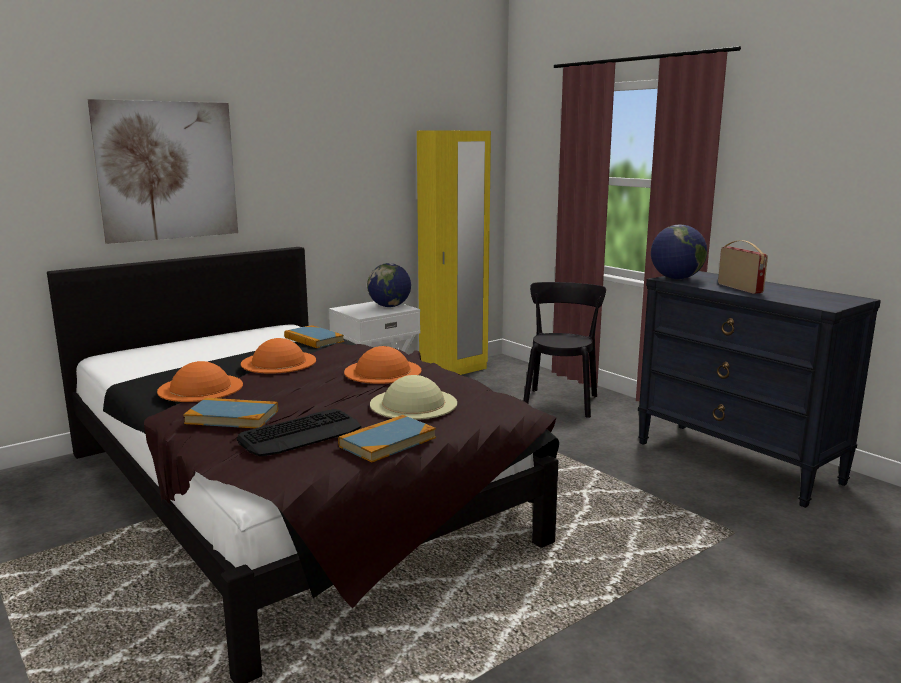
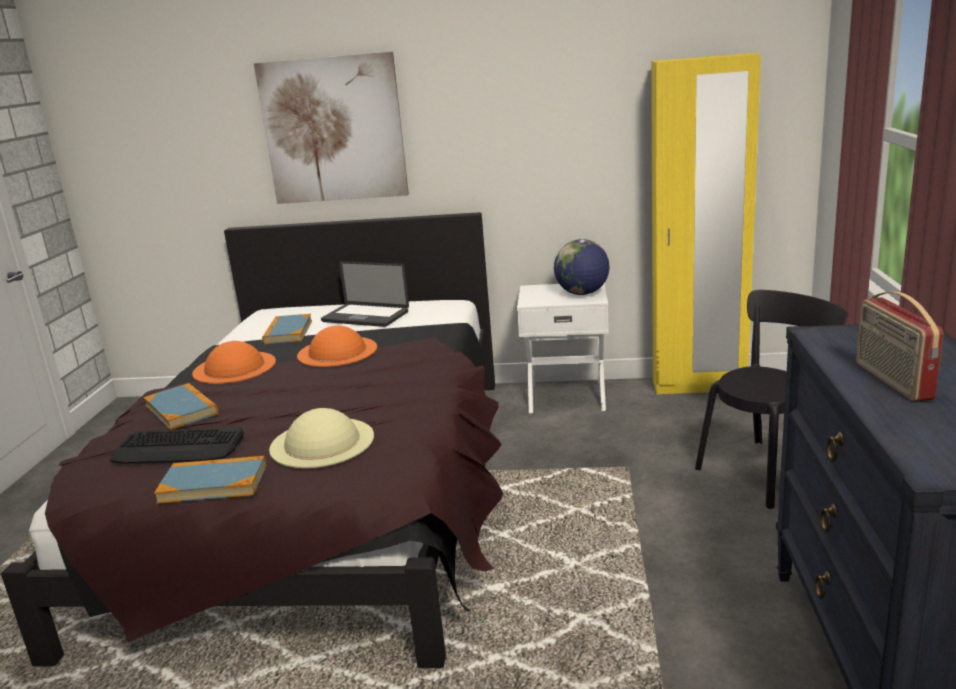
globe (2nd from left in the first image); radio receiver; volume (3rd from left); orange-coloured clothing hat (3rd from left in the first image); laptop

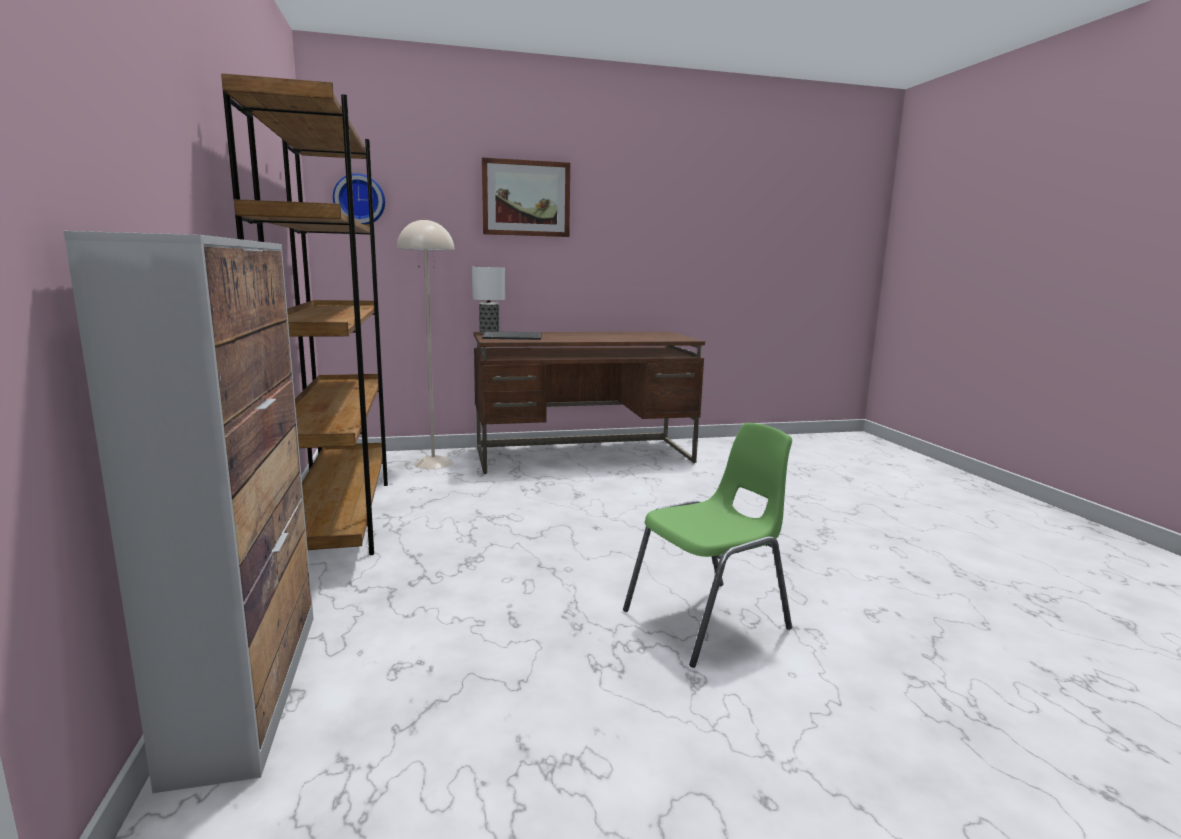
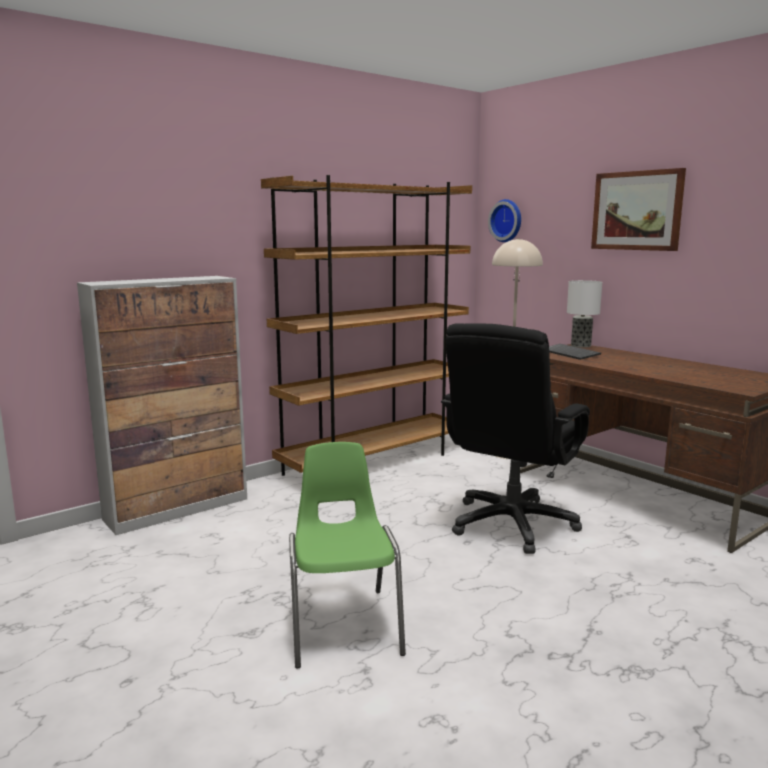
greenish chair; black desk chair

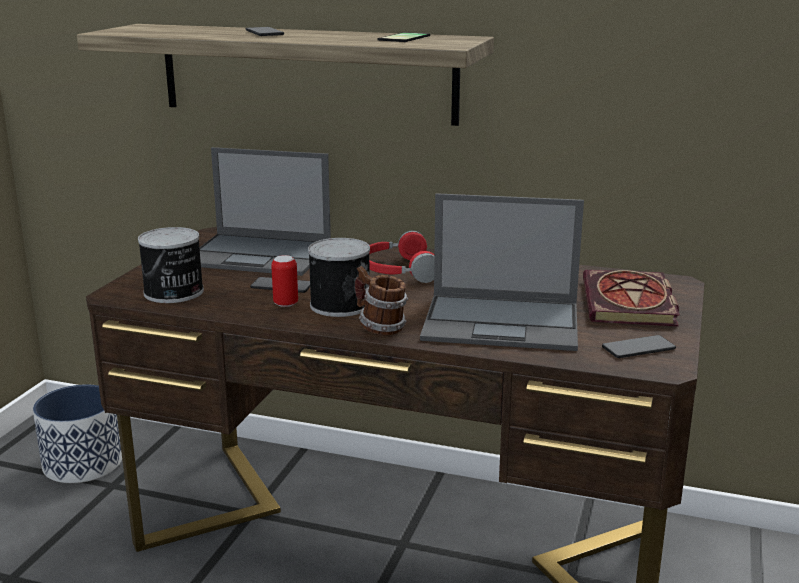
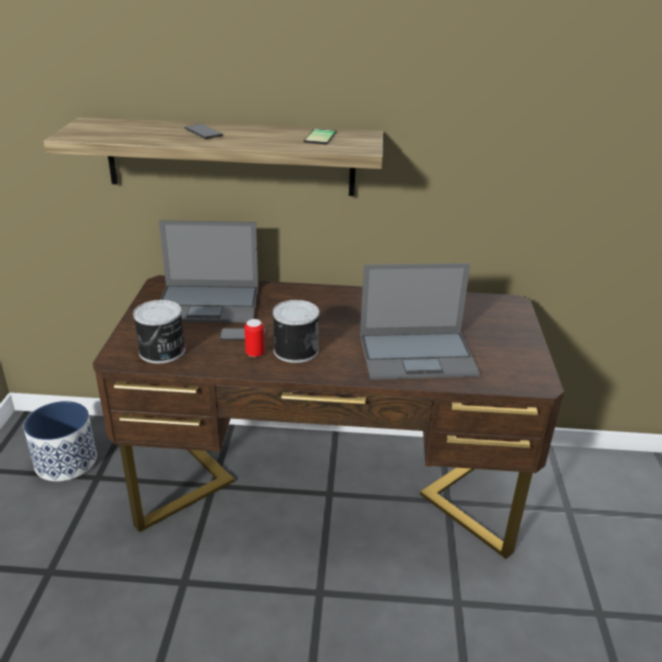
red headset; coffee mug; volume; telephone (4th from left in the first image)

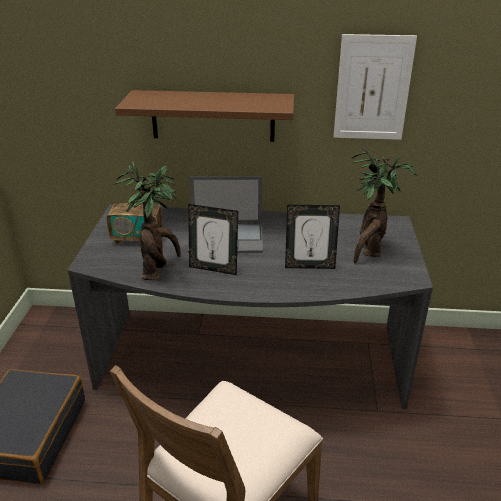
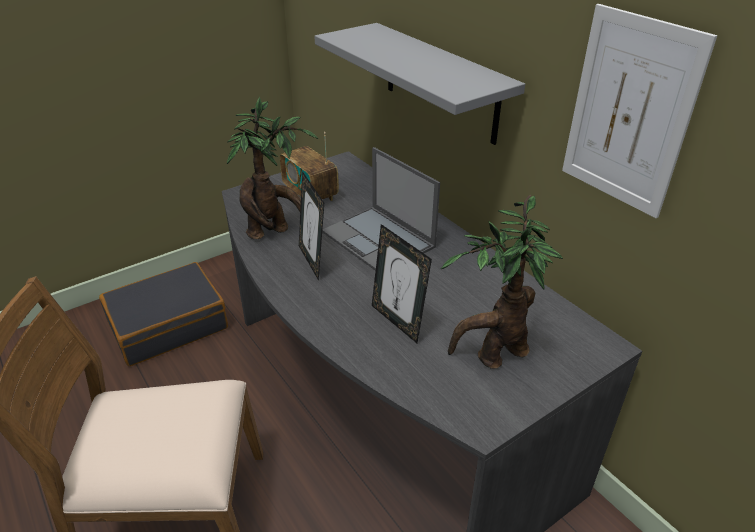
greyish wall shelf

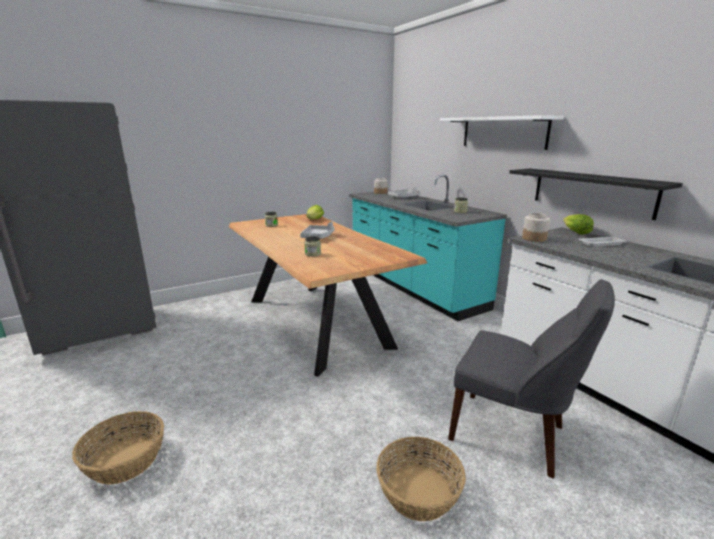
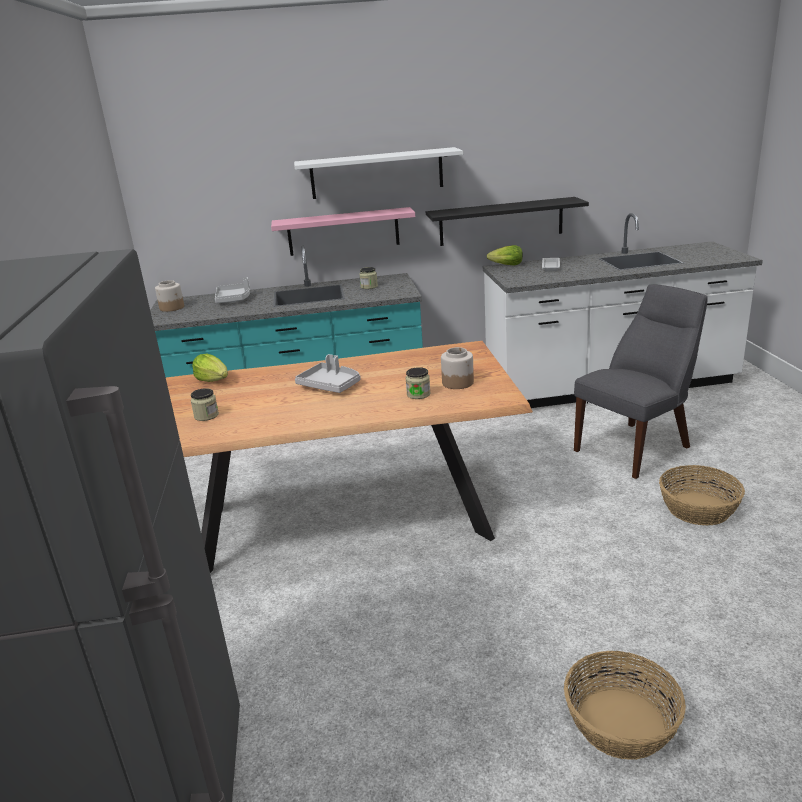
preserve jar (5th from left); pink wall shelf

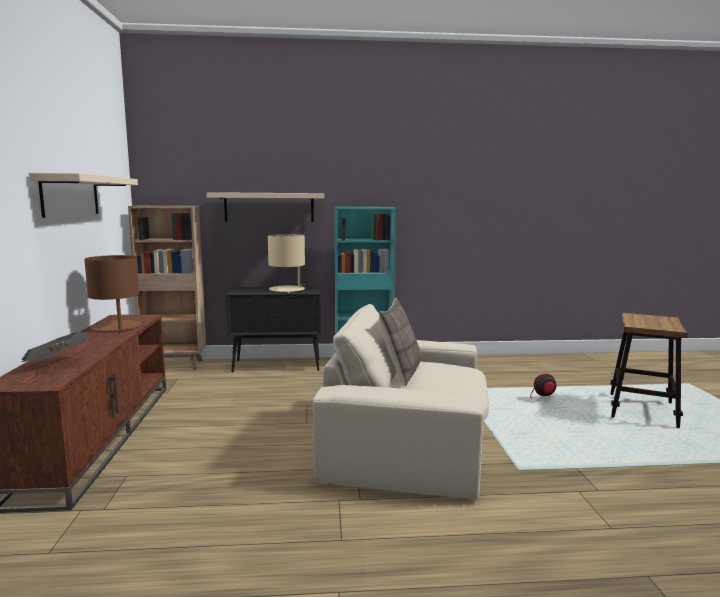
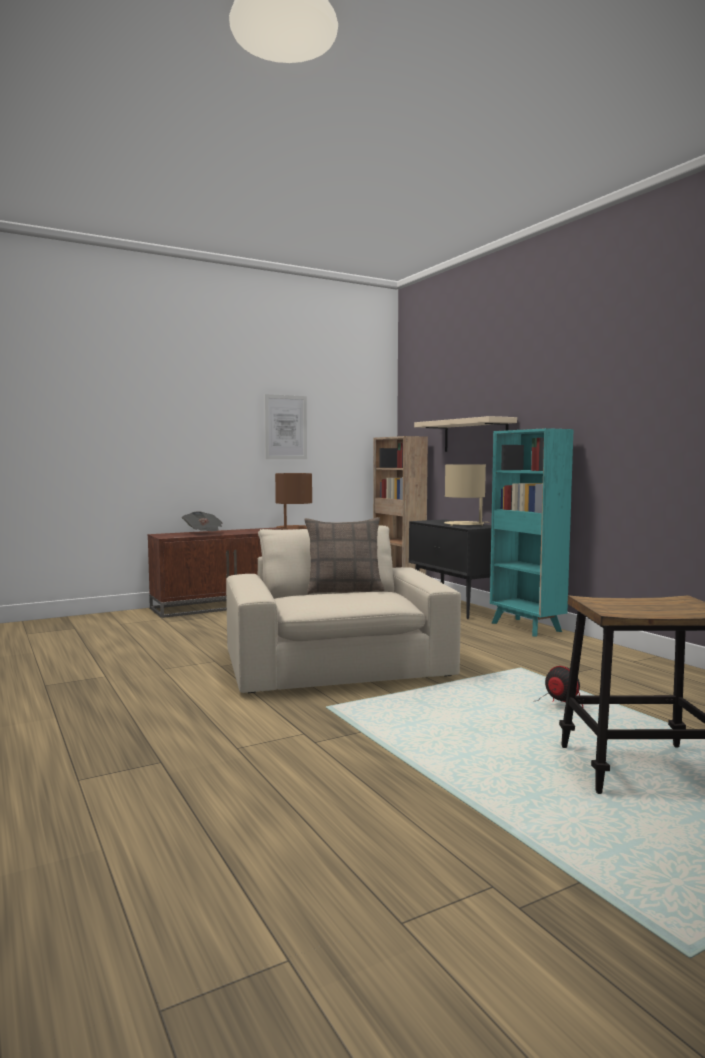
wall art

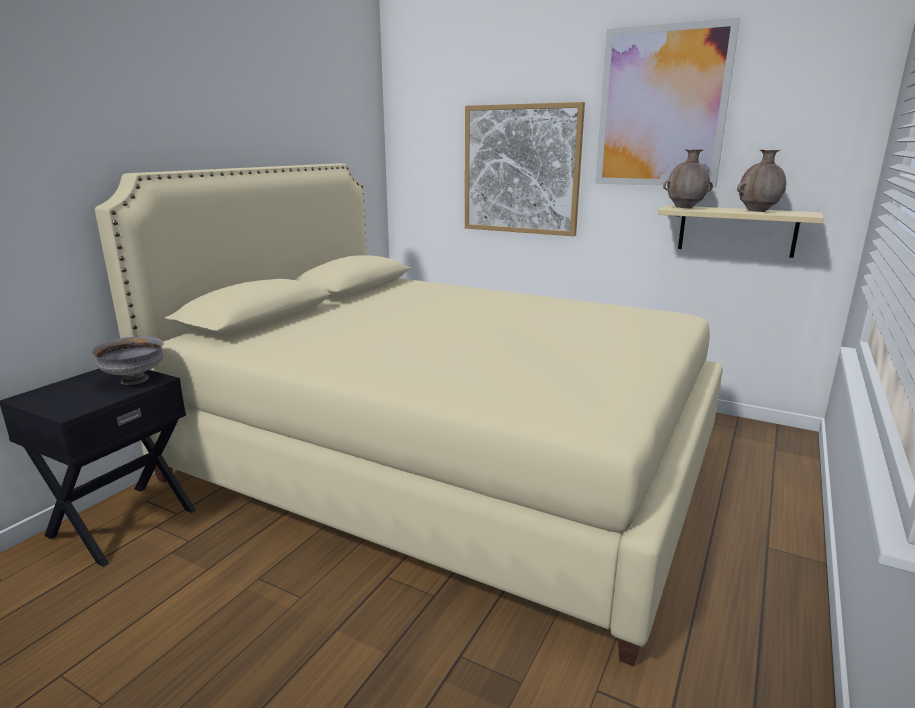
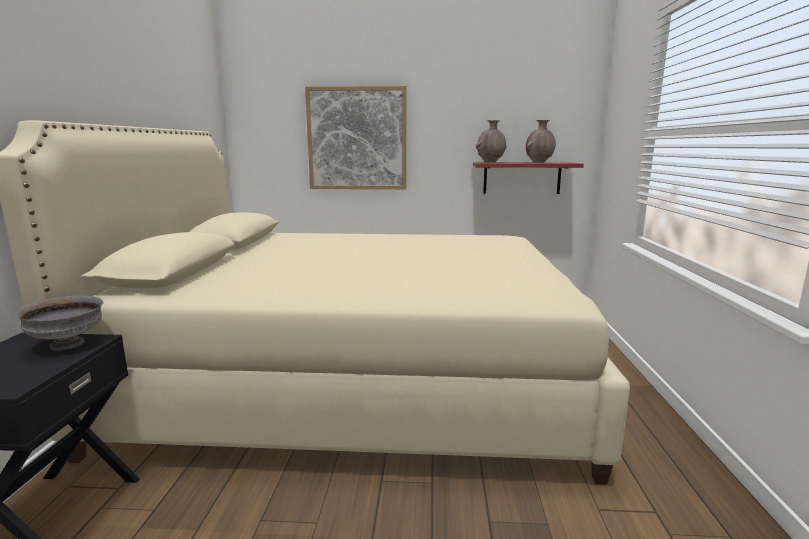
wall art (2nd from left in the first image); red wall shelf

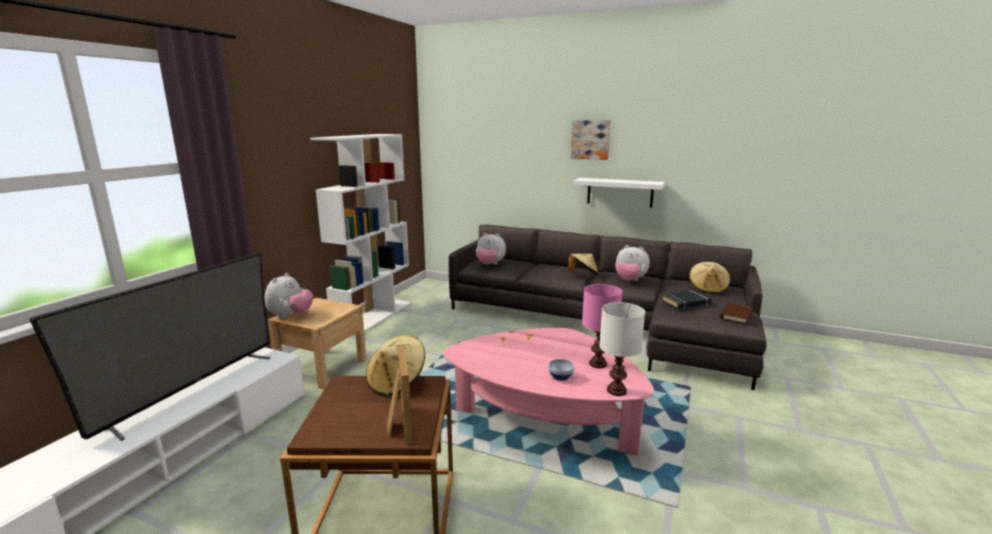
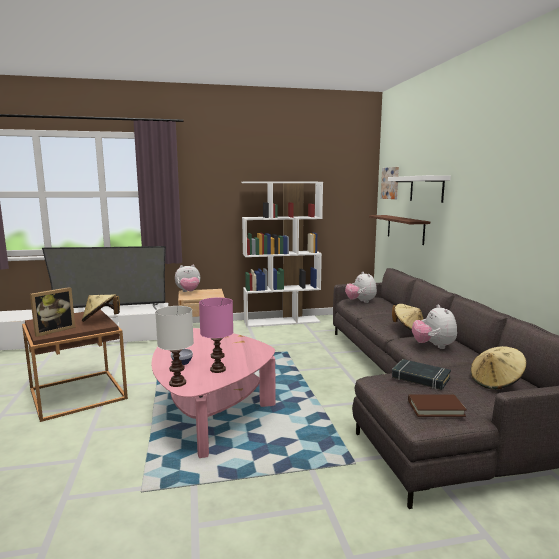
wall art; whitish wall shelf; brownish wall shelf

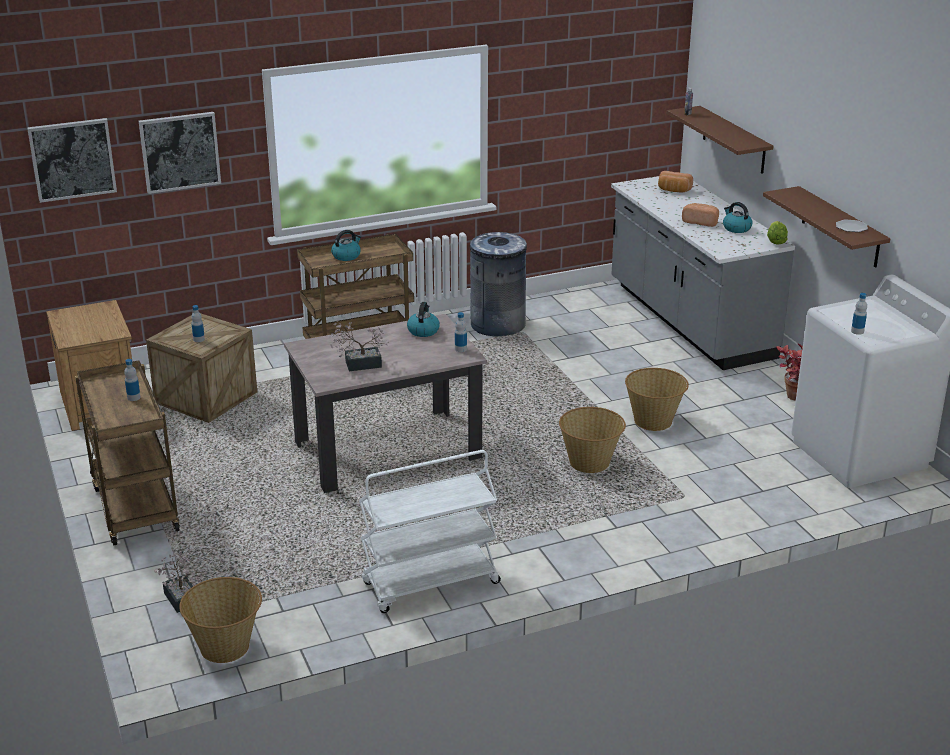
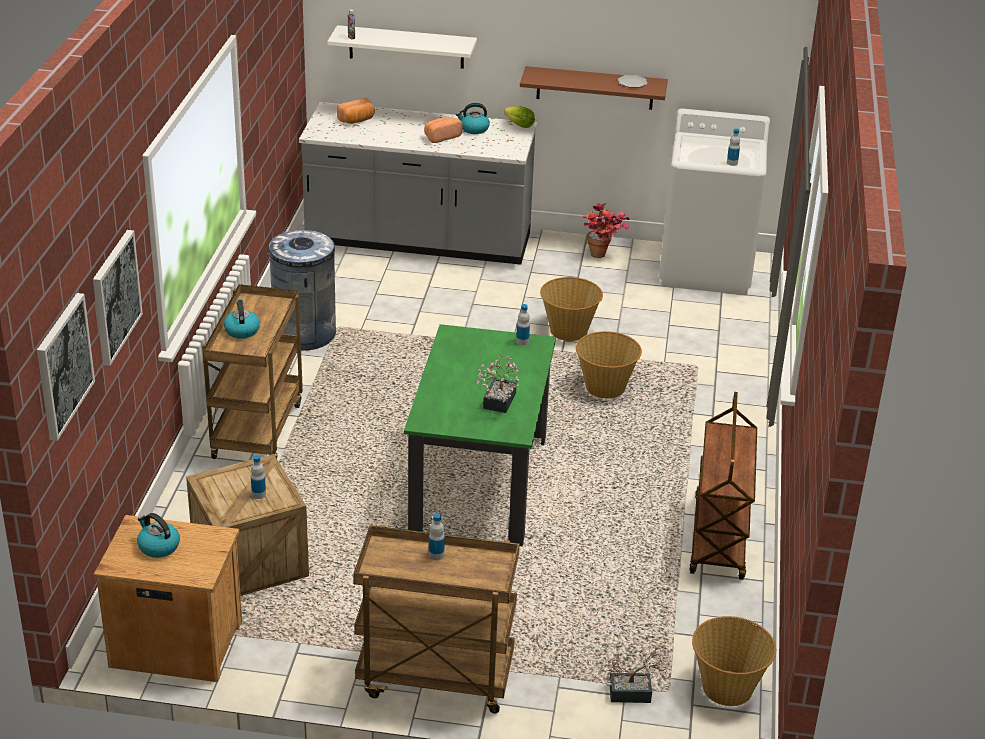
whitish wall shelf; tea kettle (1st from left); greenish kitchen table; brownish wheeled cart (3rd from left)

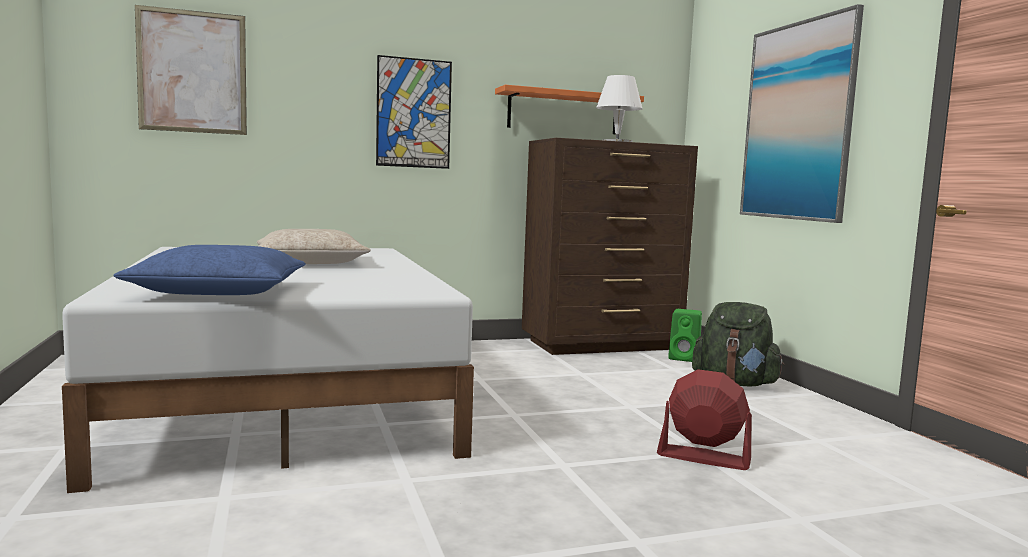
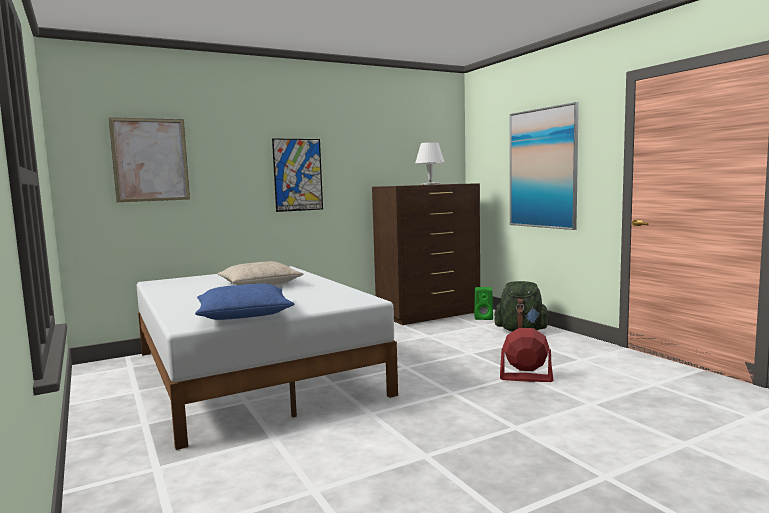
orange-coloured wall shelf

